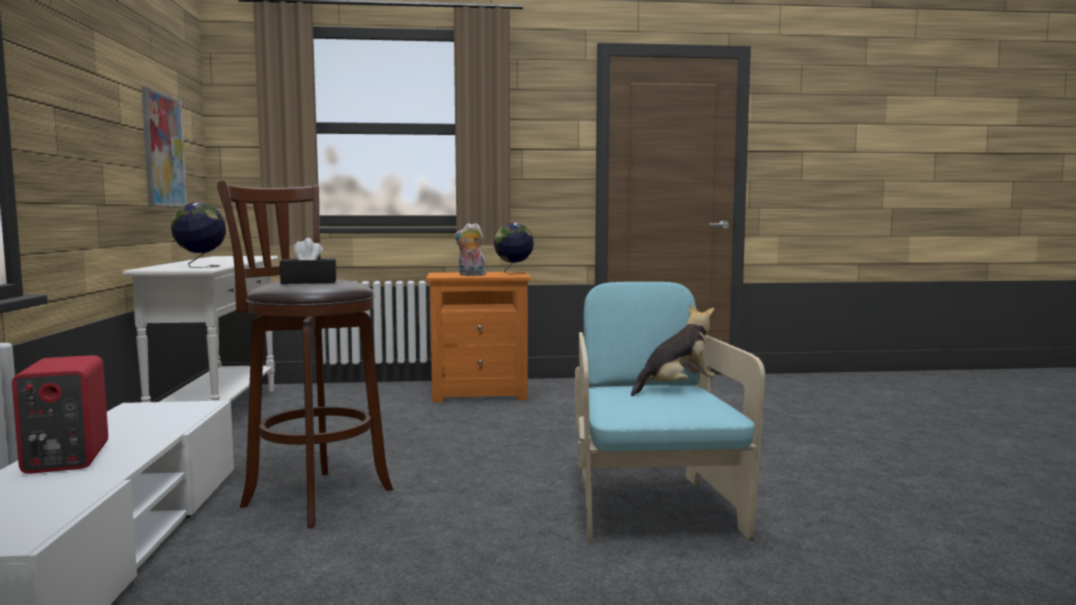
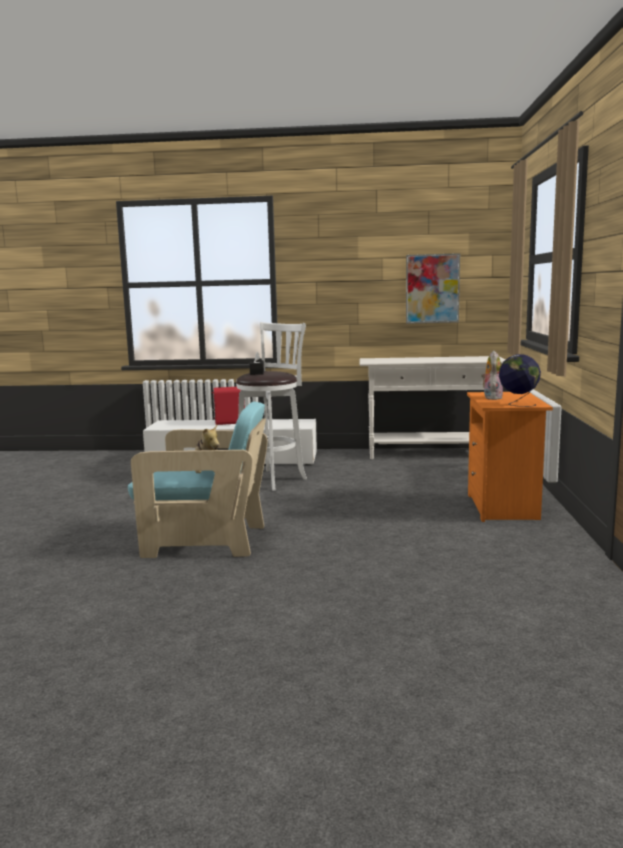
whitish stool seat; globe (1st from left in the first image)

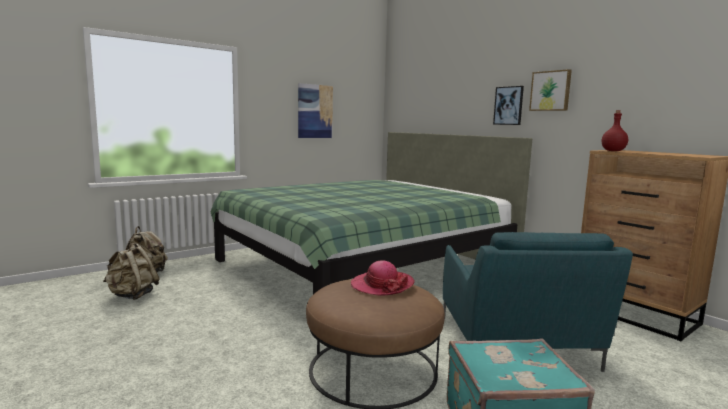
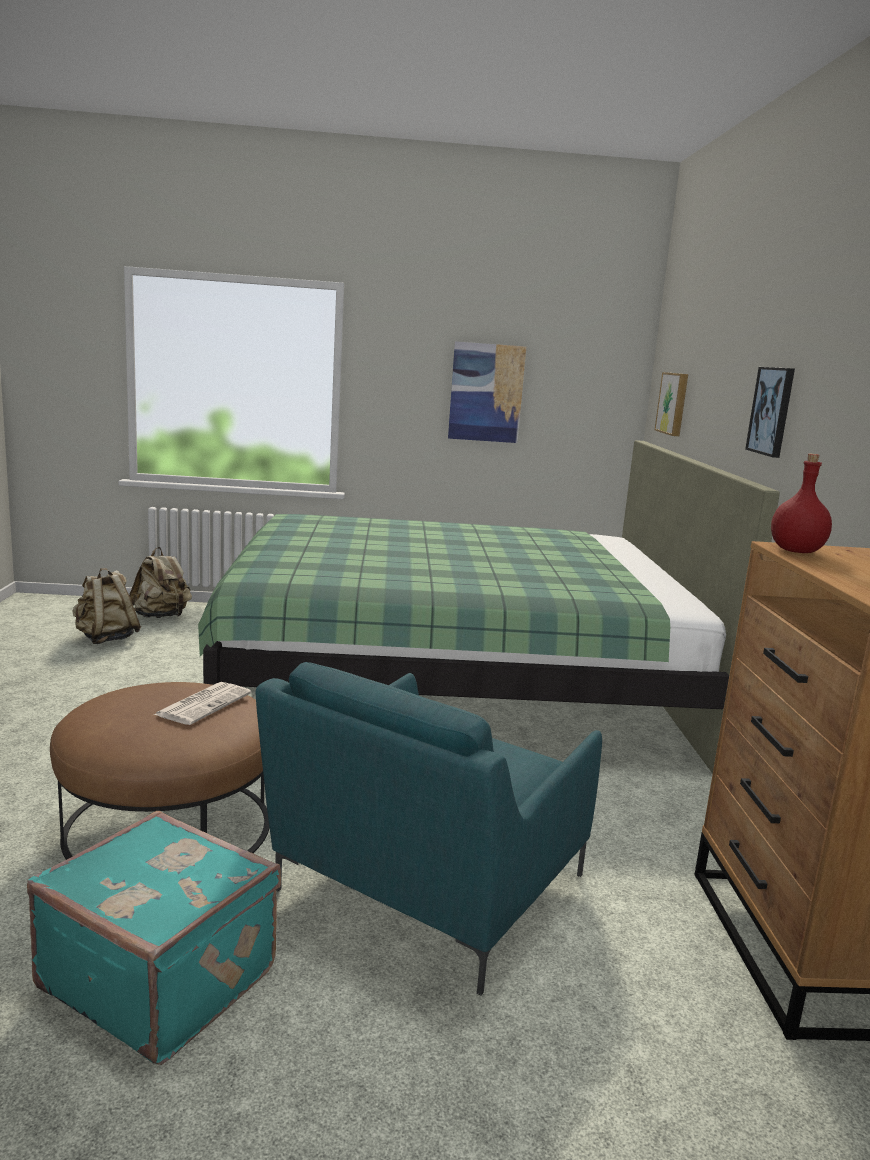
wall art (2nd from left); newspaper

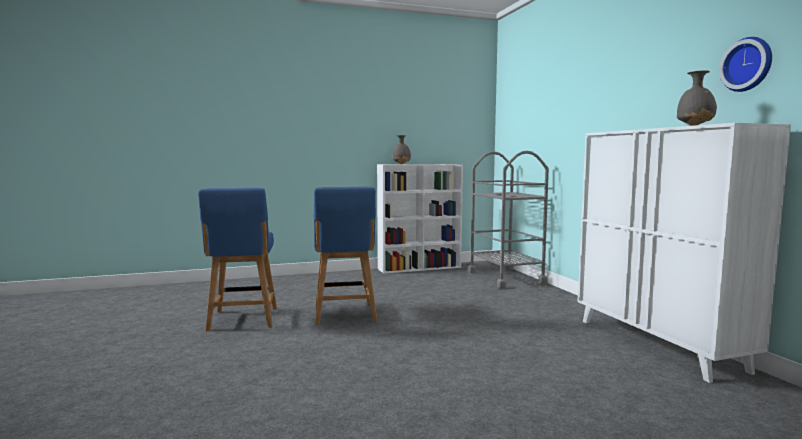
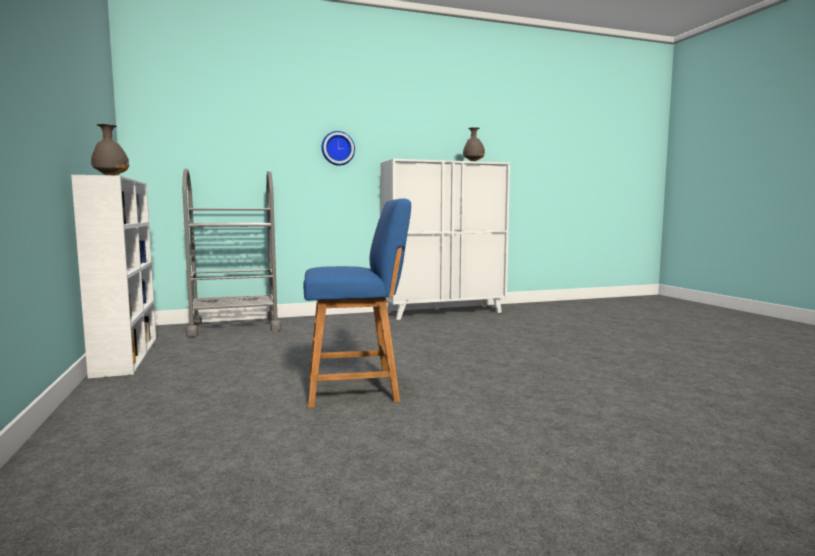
wall clock; blue-coloured chair (1st from left in the first image)

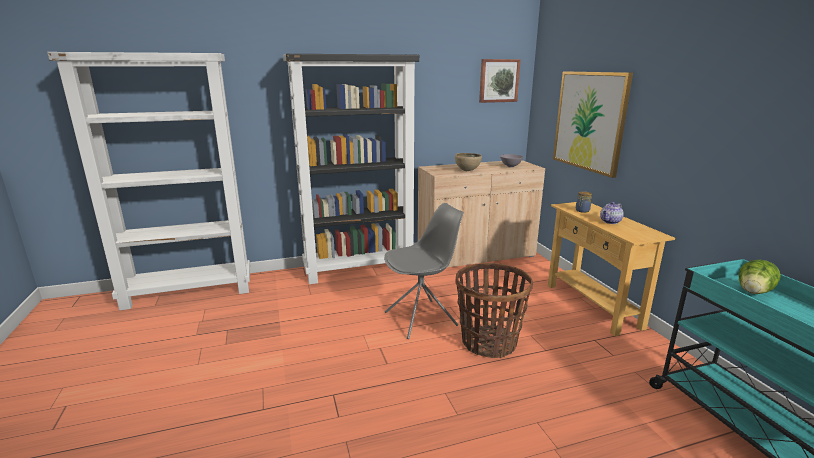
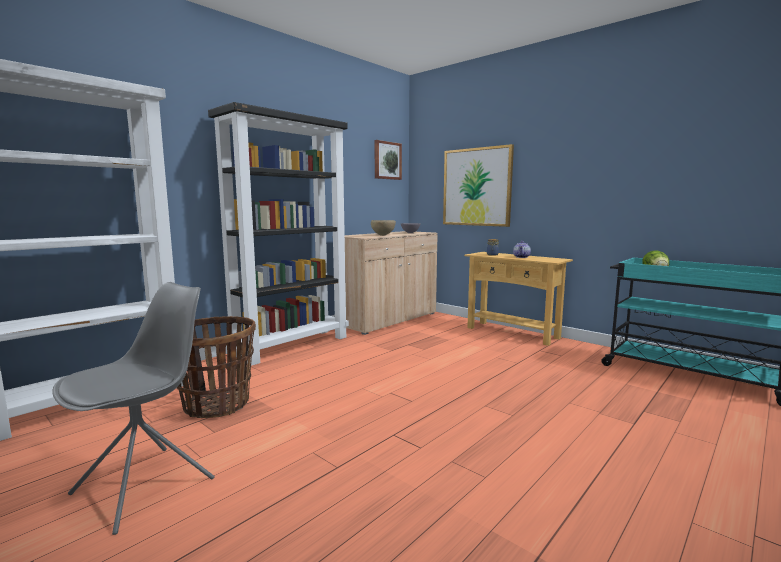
greyish chair; household basket

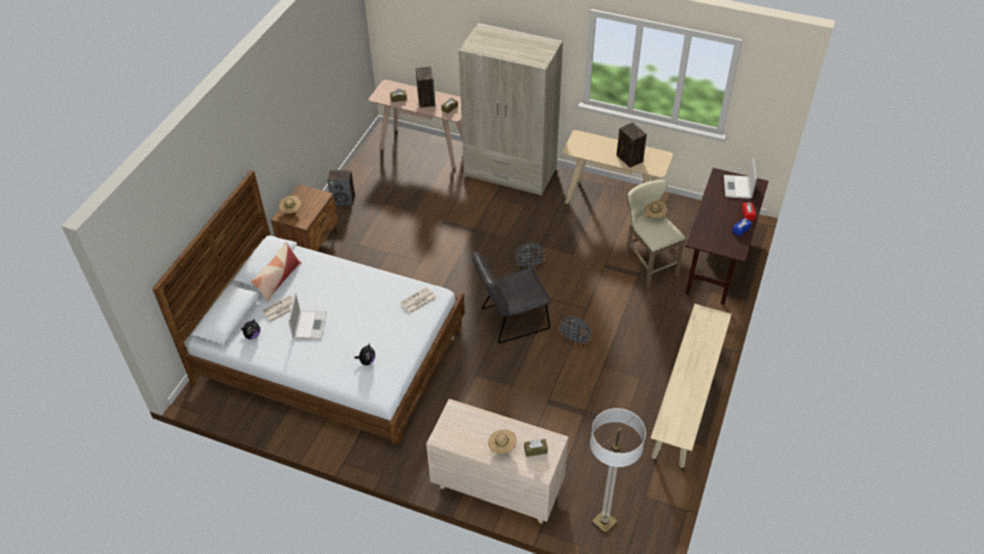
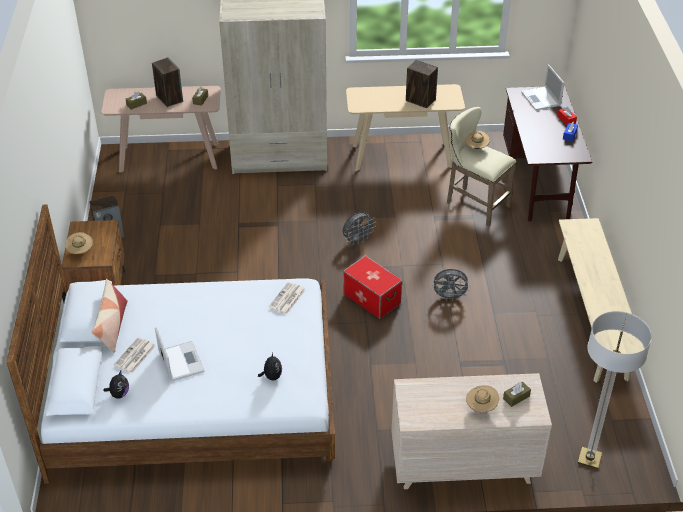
storage box

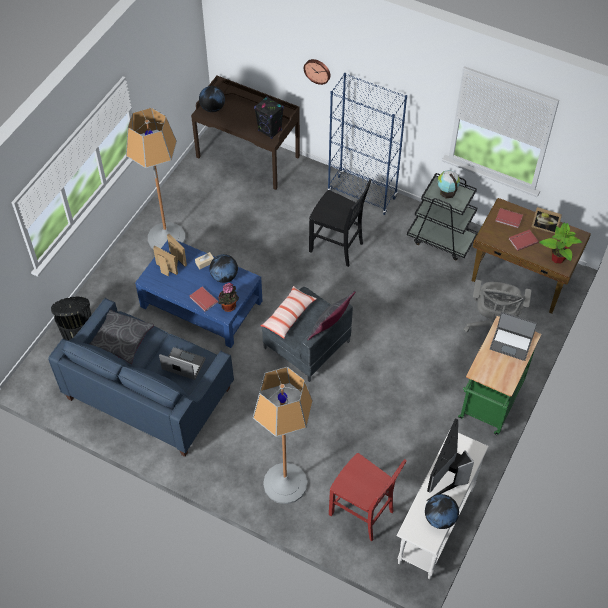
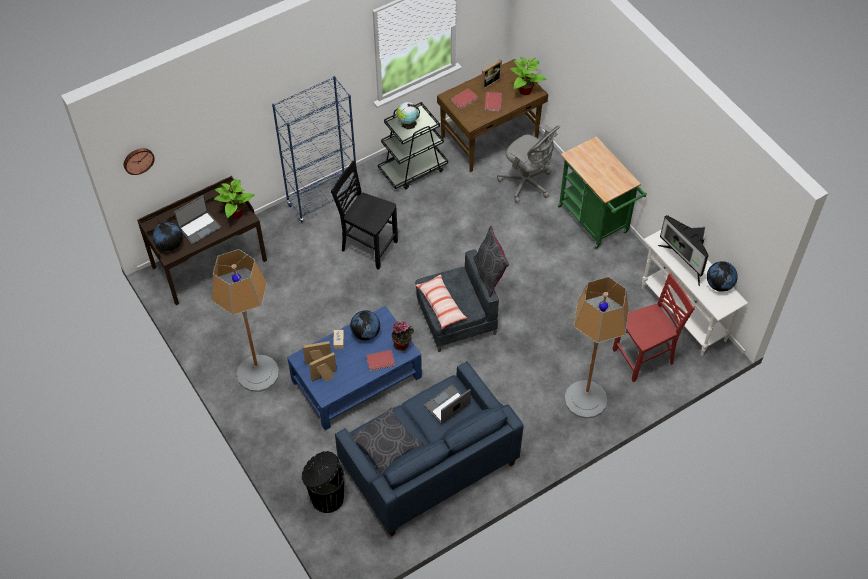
wall clock; potted plant (1st from left); black chair; laptop (1st from left)

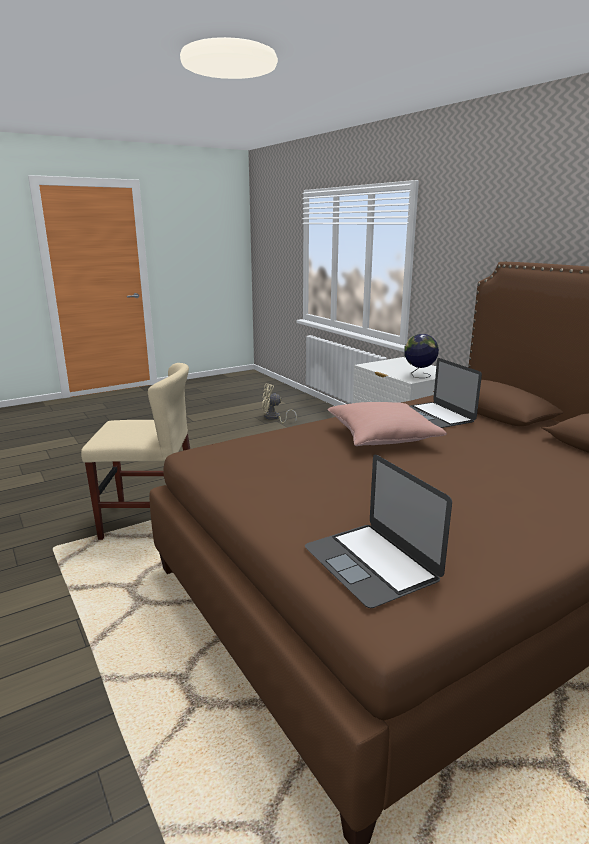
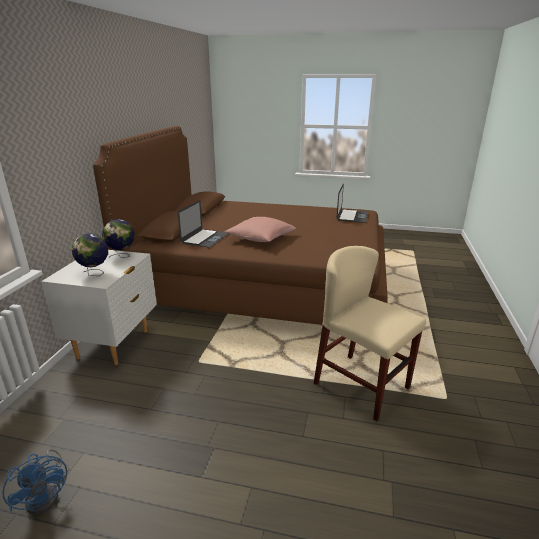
blue-coloured fan; globe (1st from left)

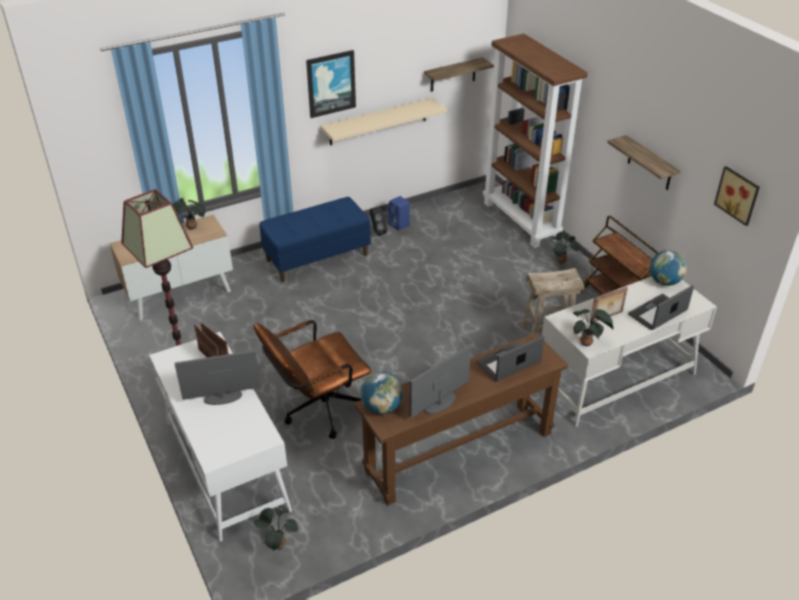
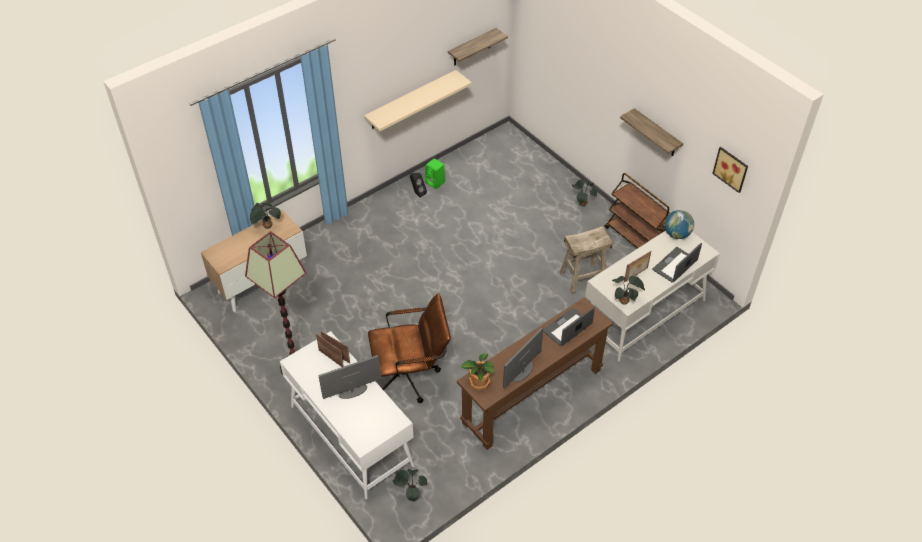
brownish shelving unit; wall art (1st from left in the first image); greenish audio speaker; blue-coloured bench; brownish desk chair; potted plant (3rd from left)

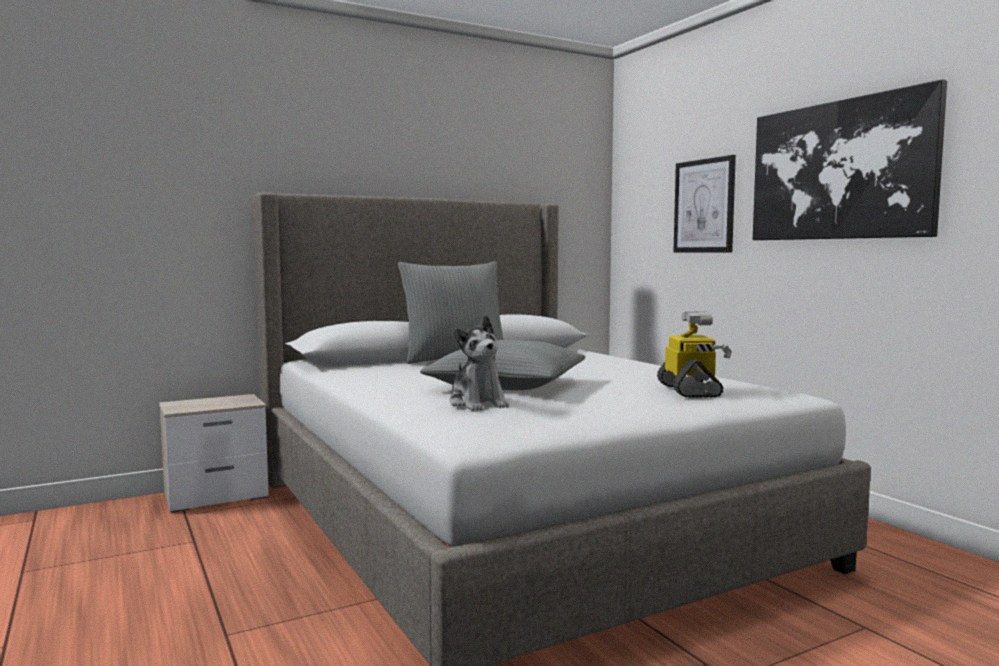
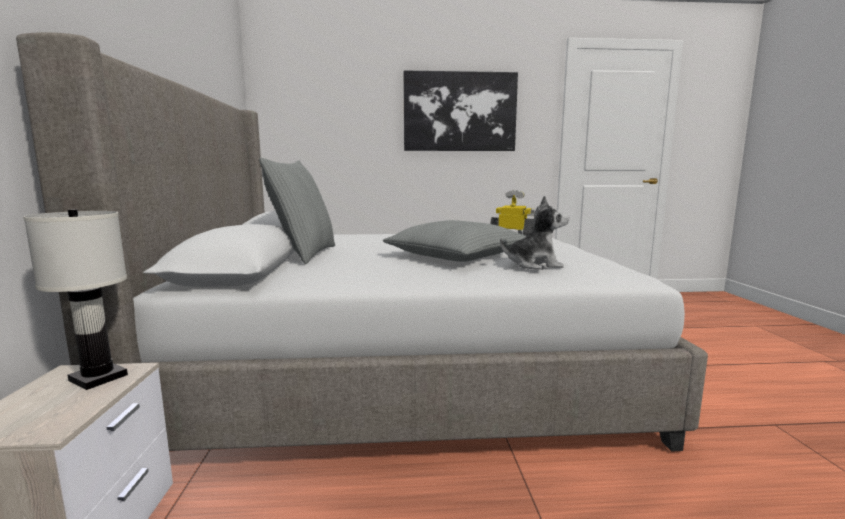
wall art (1st from left in the first image); whitish tabletop lamp

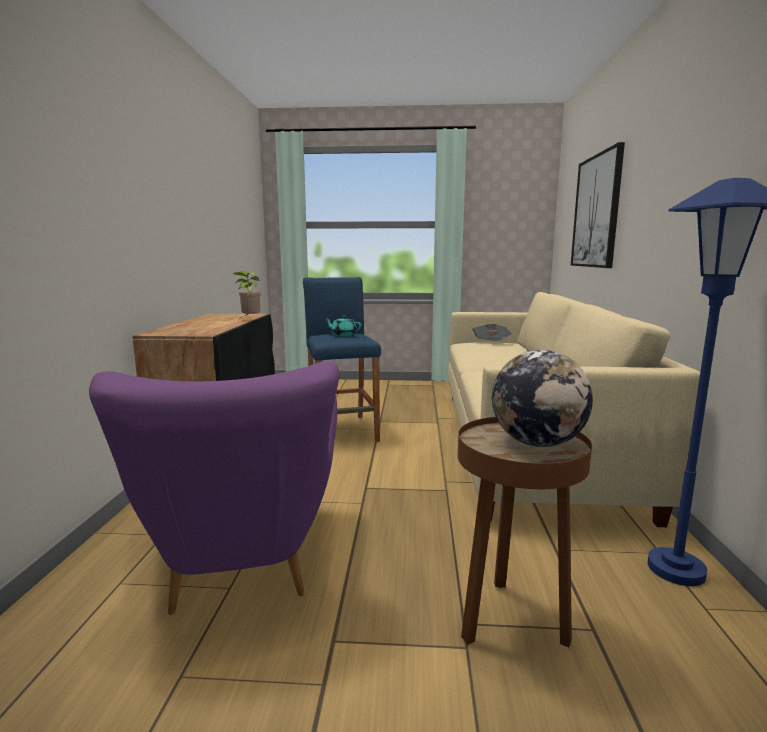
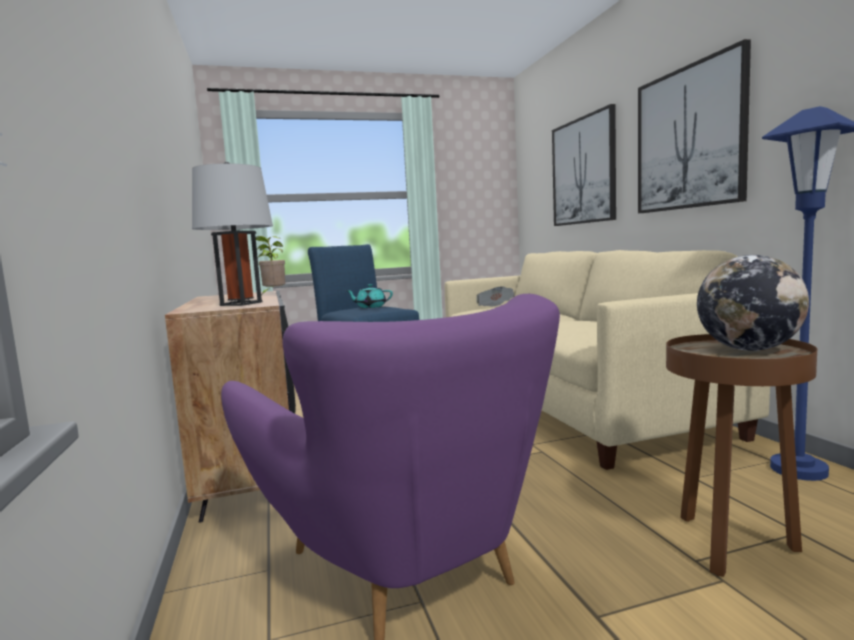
wall art (2nd from left); greyish tabletop lamp

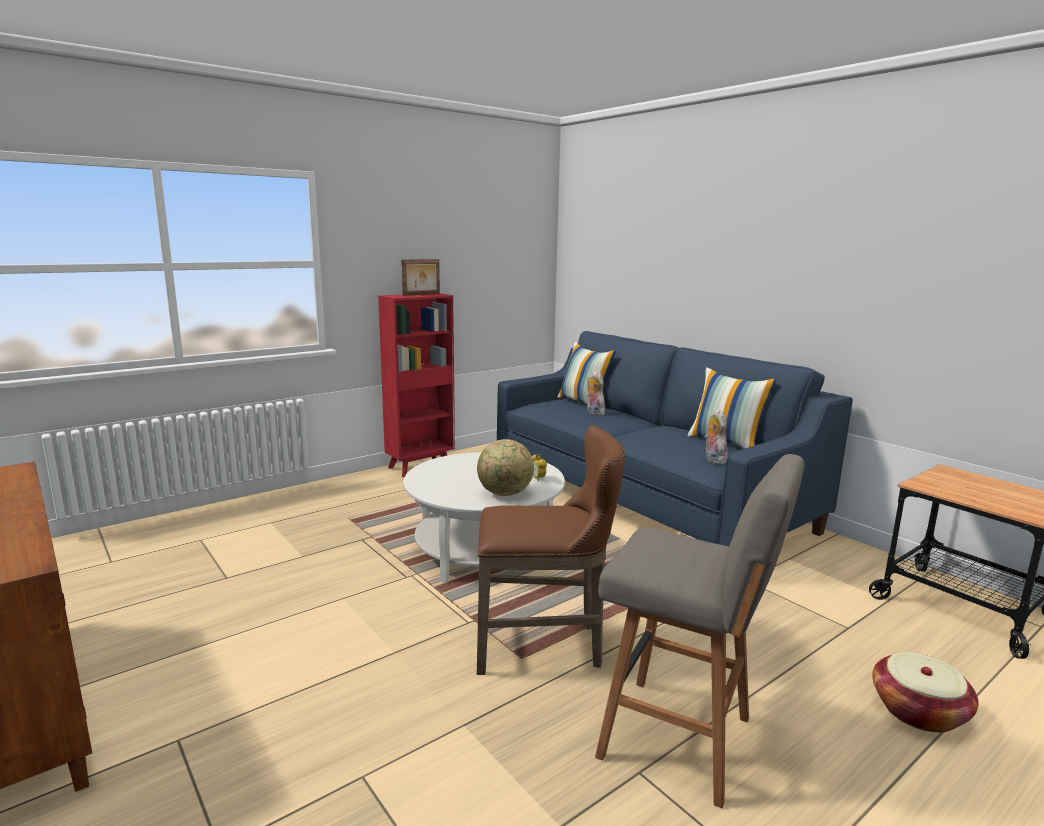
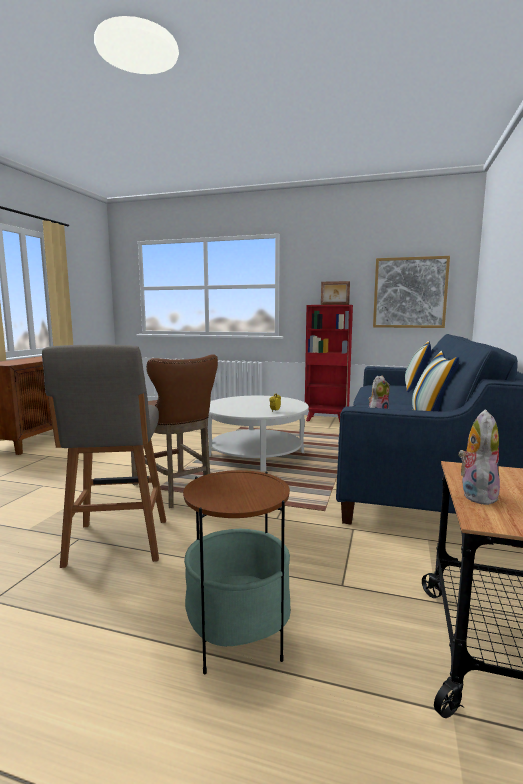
plush toy (2nd from left); globe; accent table; wall art

